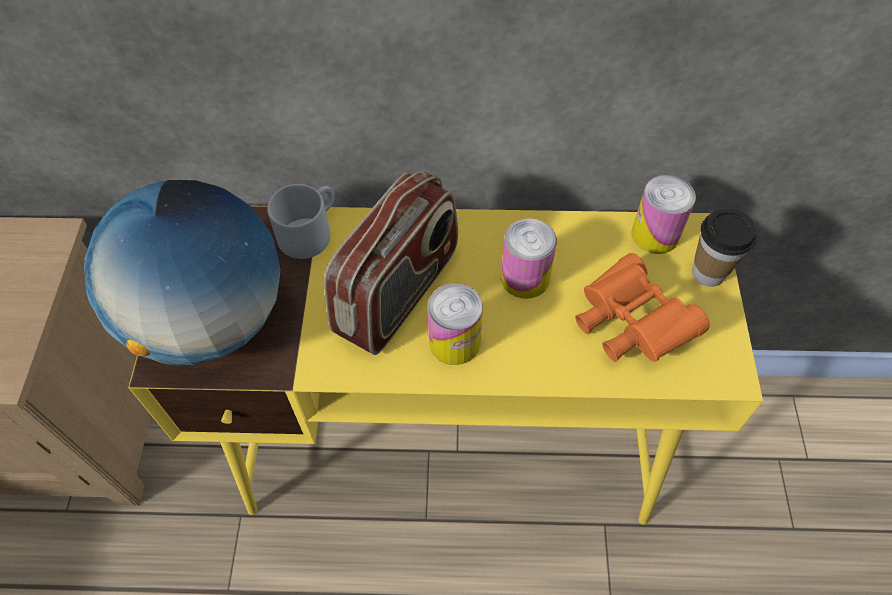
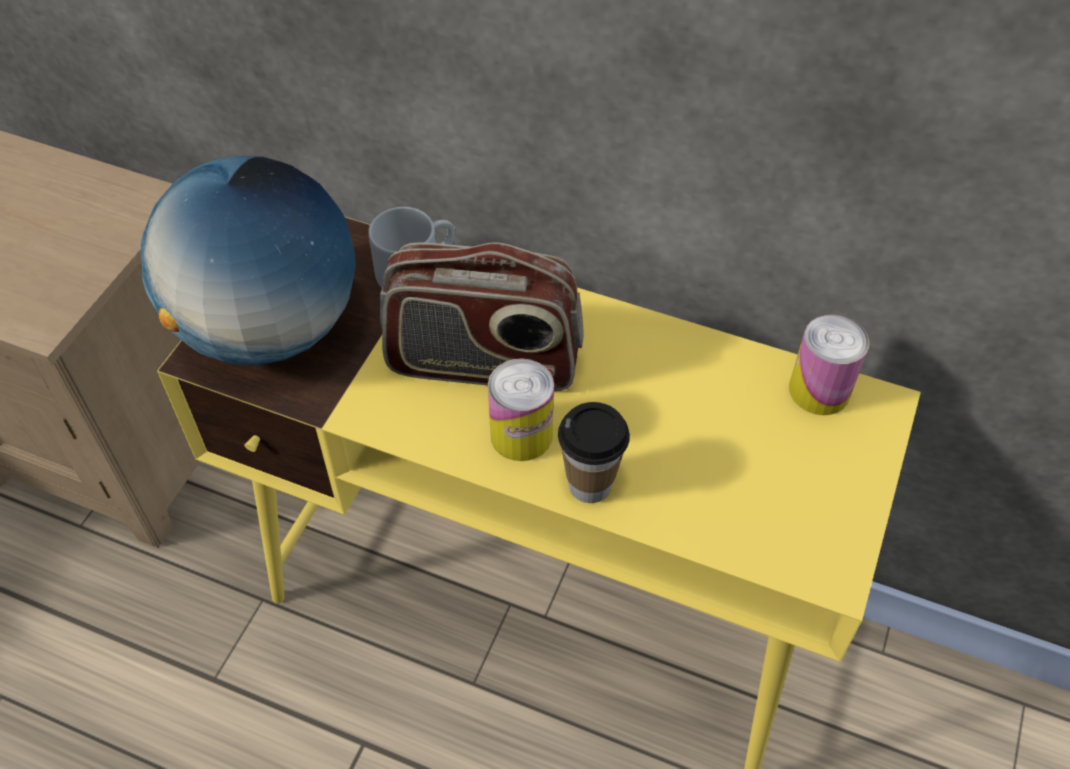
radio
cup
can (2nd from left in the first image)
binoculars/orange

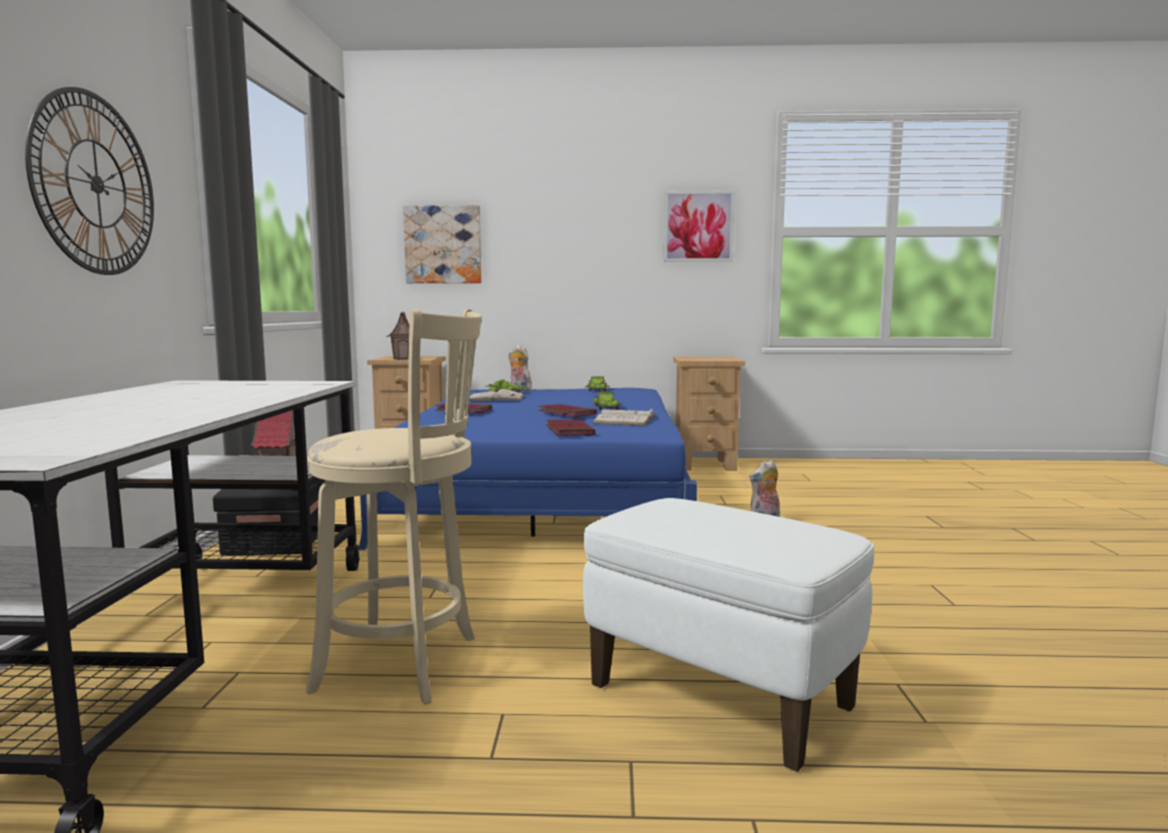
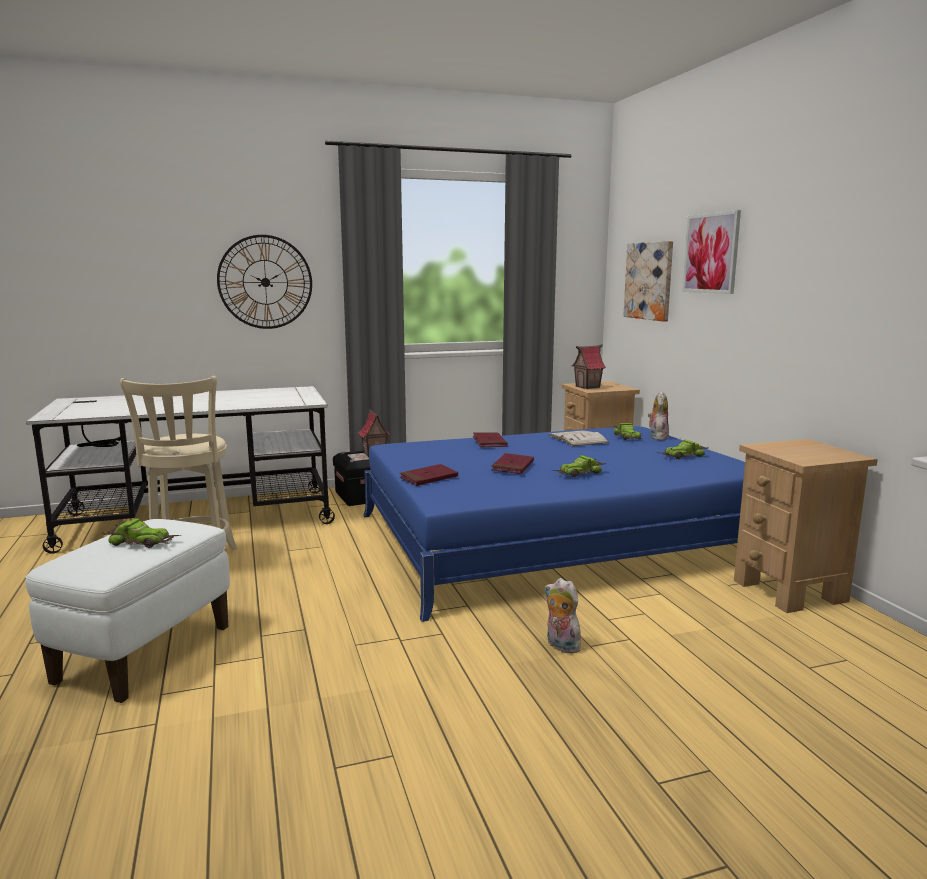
toy car (1st from left)
picture (2nd from left)
book/white (2nd from left in the first image)

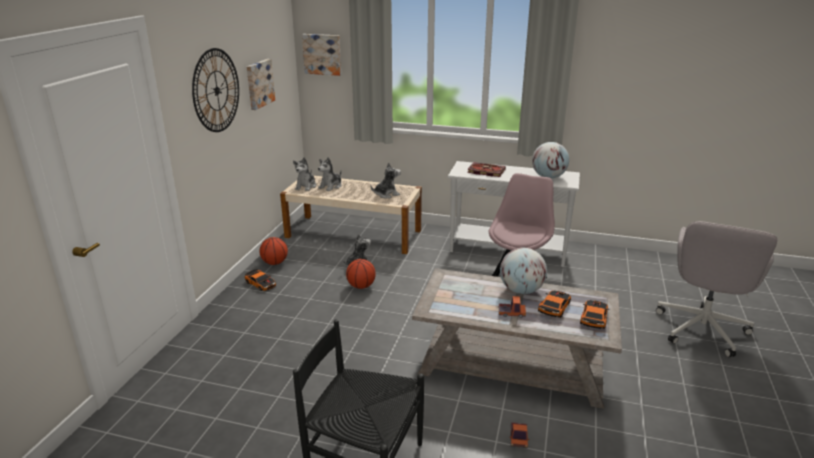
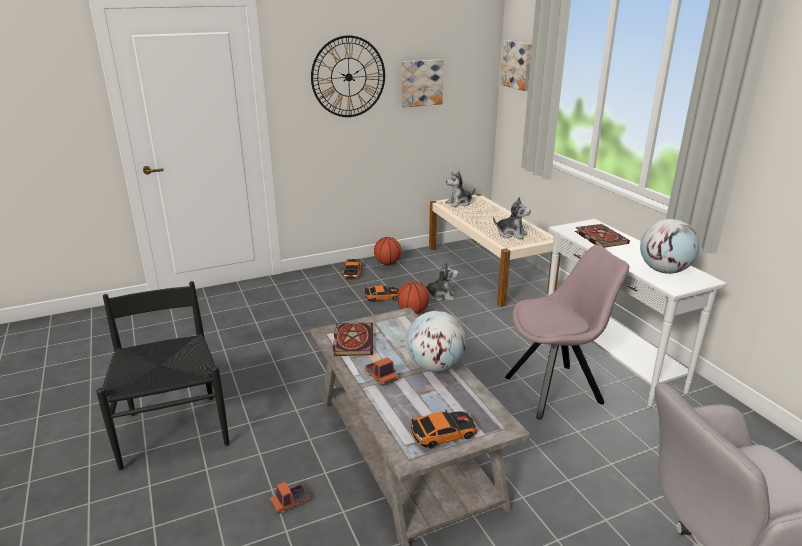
book (1st from left)
toy car (2nd from left)
plush toy (2nd from left in the first image)

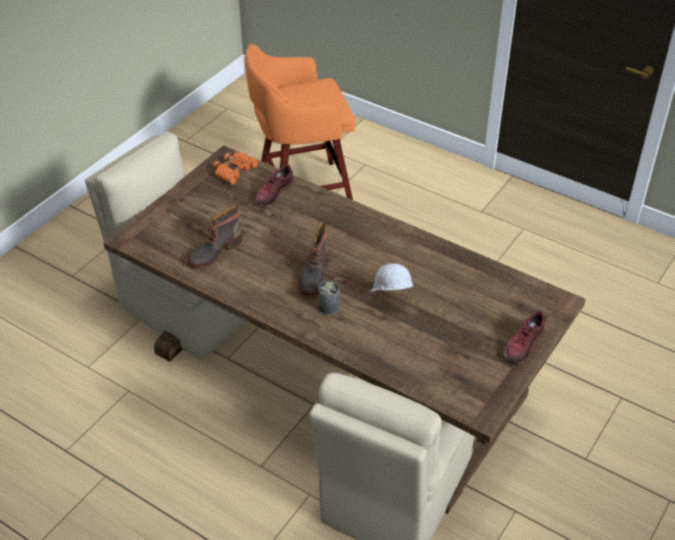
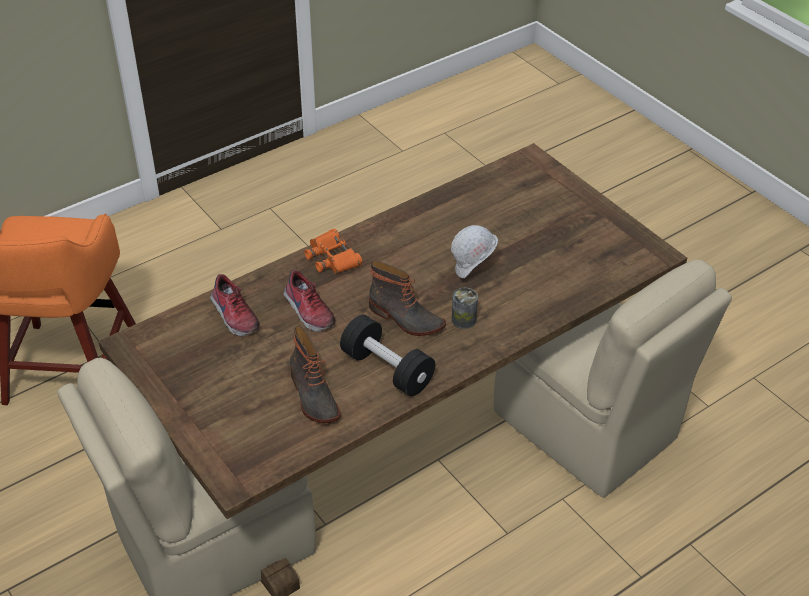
shoe (2nd from left)
binoculars/orange
dumbbell/black

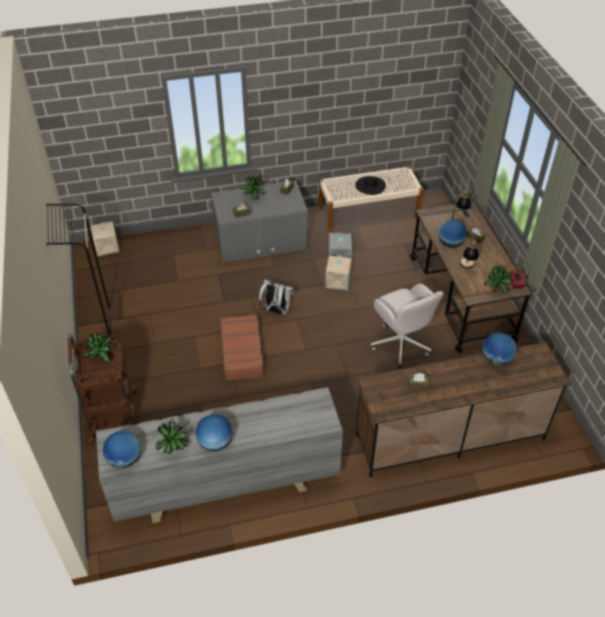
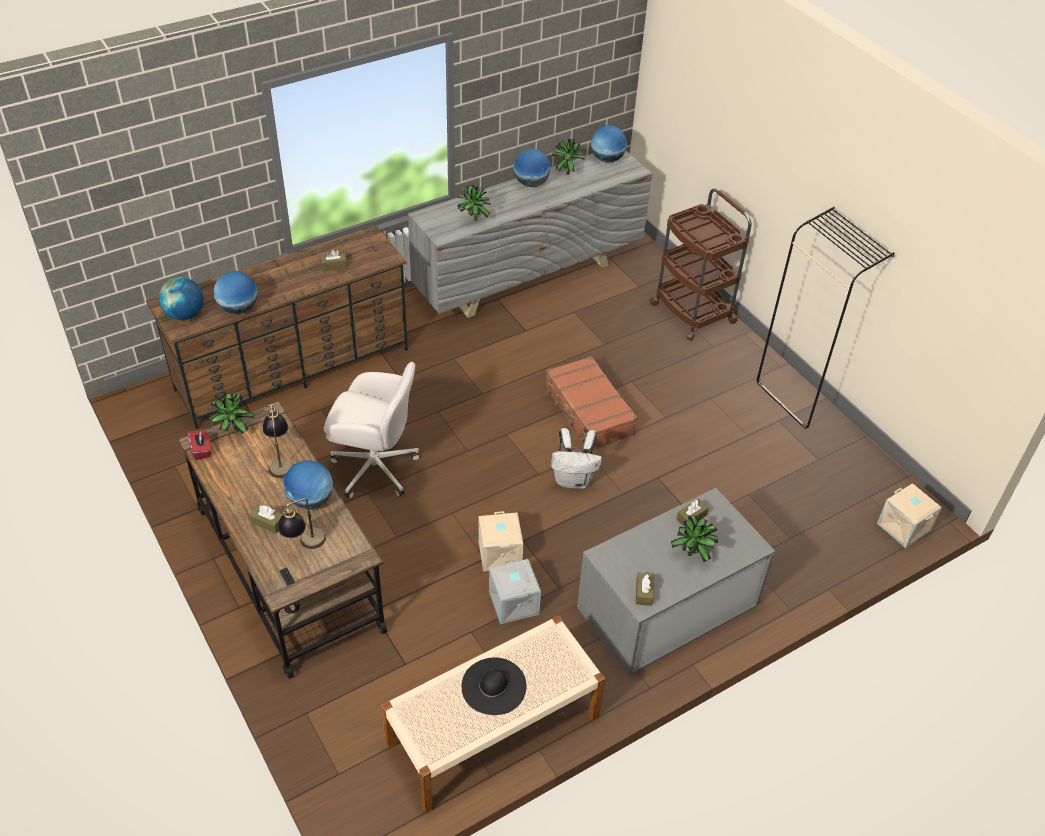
globe (1st from left)
office chair/white
potted plant (2nd from left)

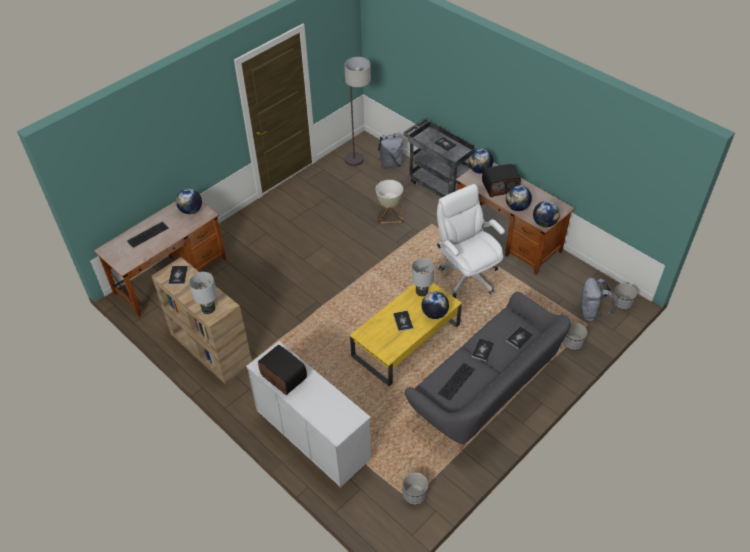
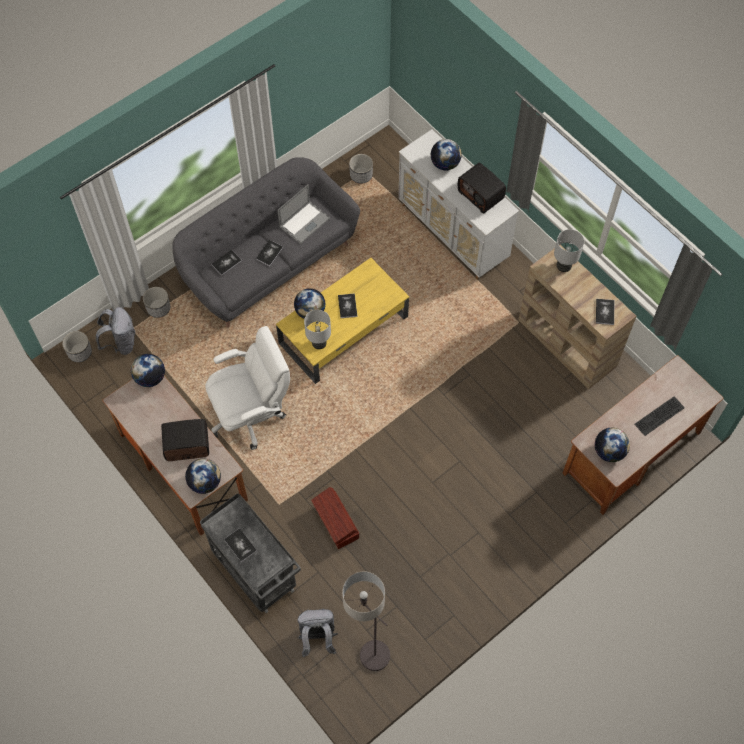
office chair/white
laptop
storage box/brown
globe (4th from left)

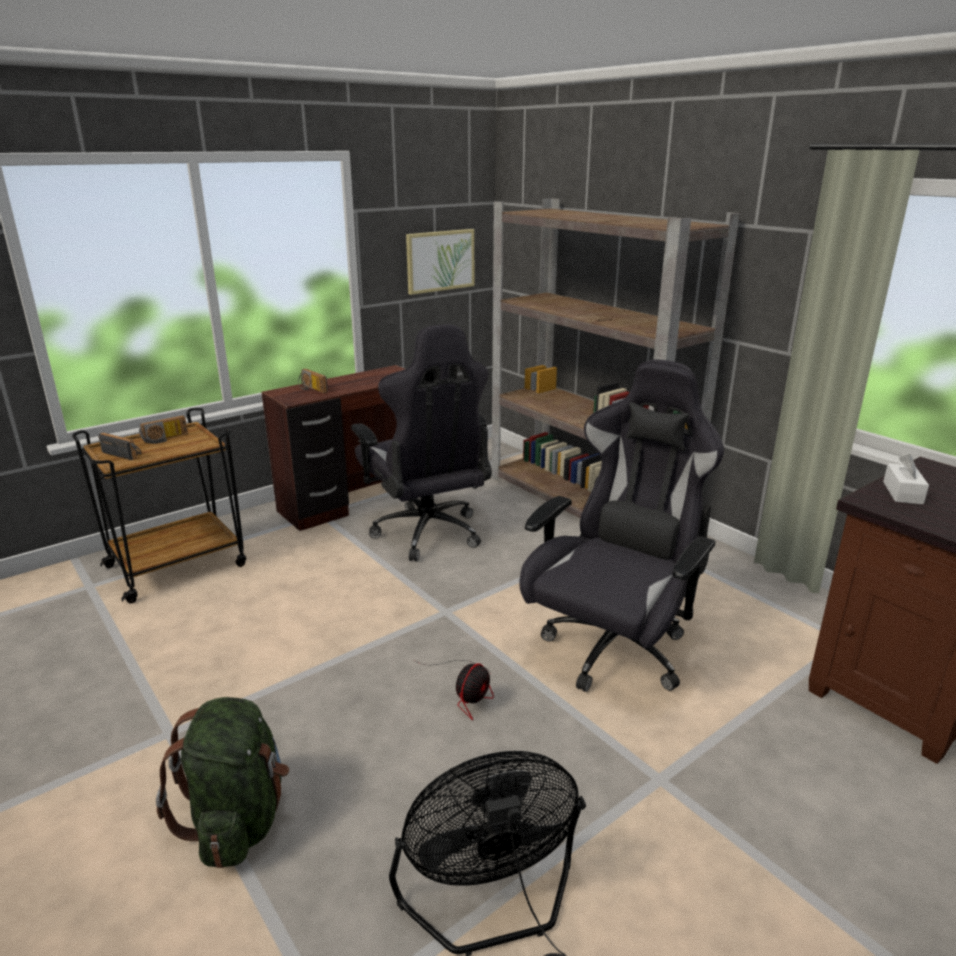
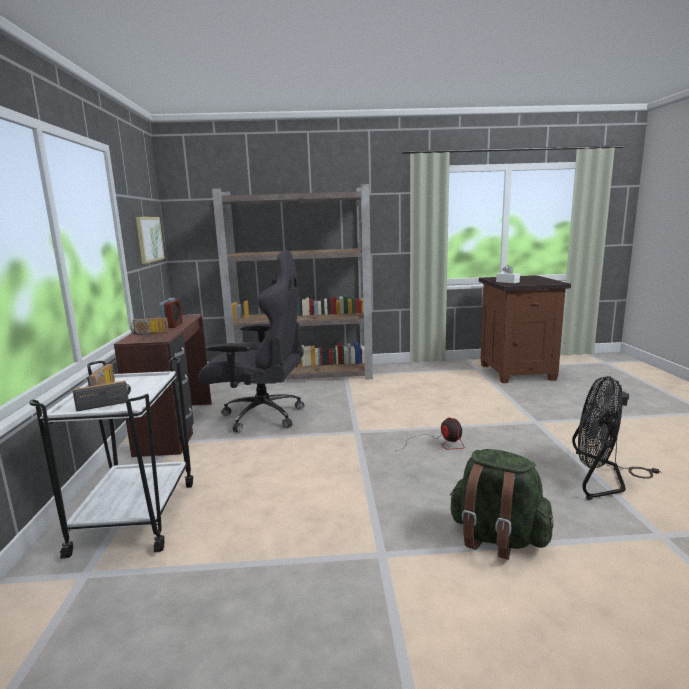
cart/white
alarm clock
office chair/black (2nd from left in the first image)

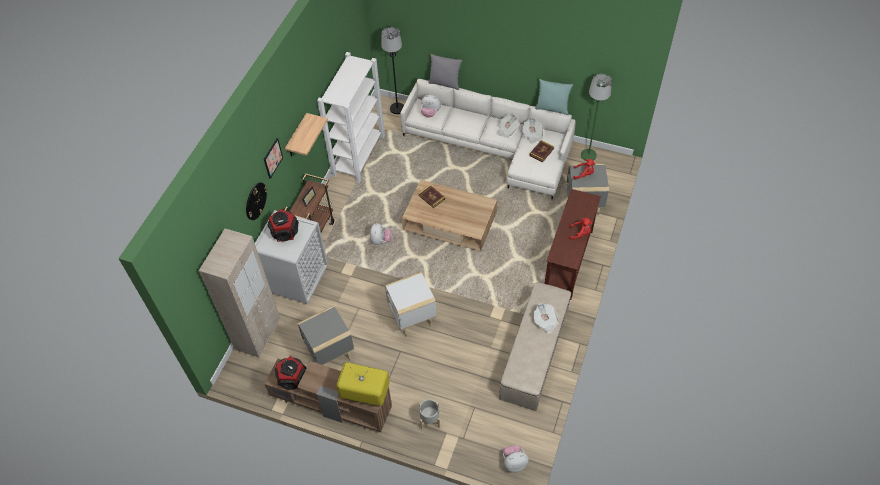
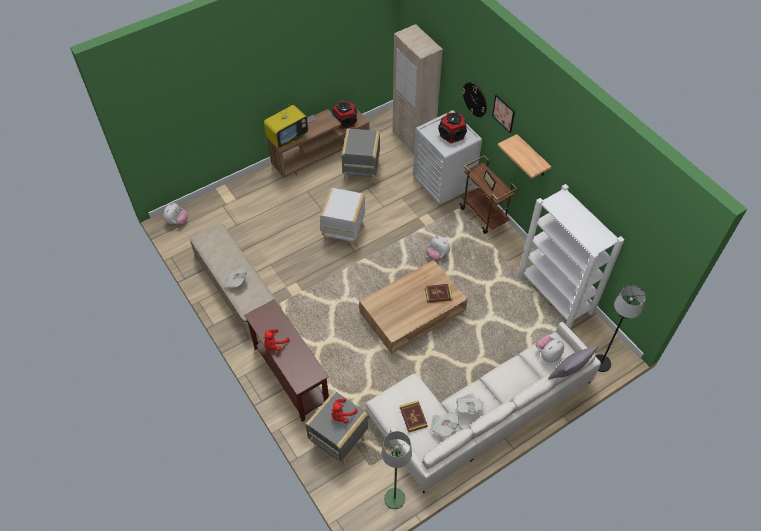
planter/grey
pillow/turquoise

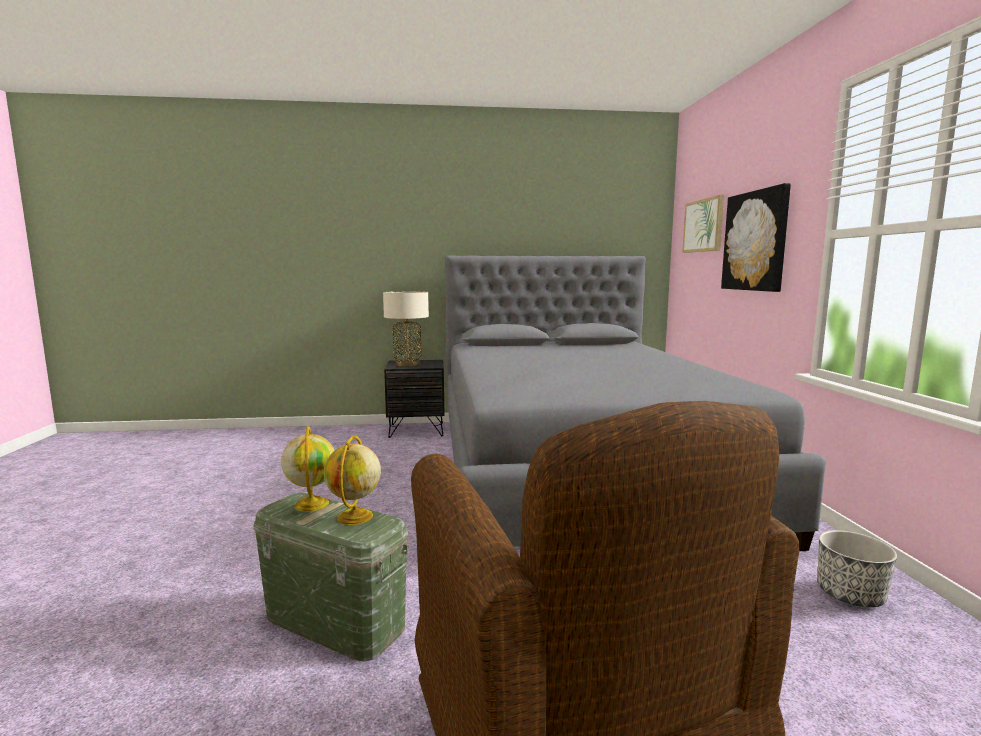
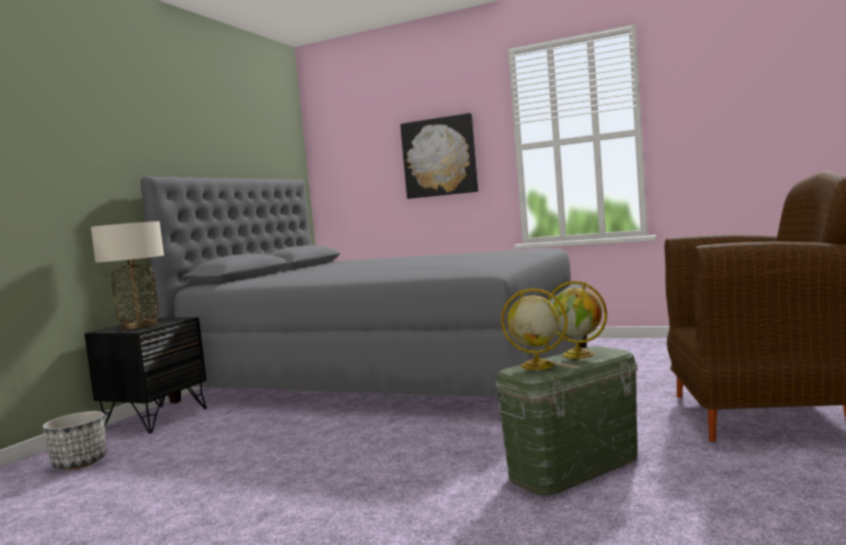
planter
picture (1st from left in the first image)

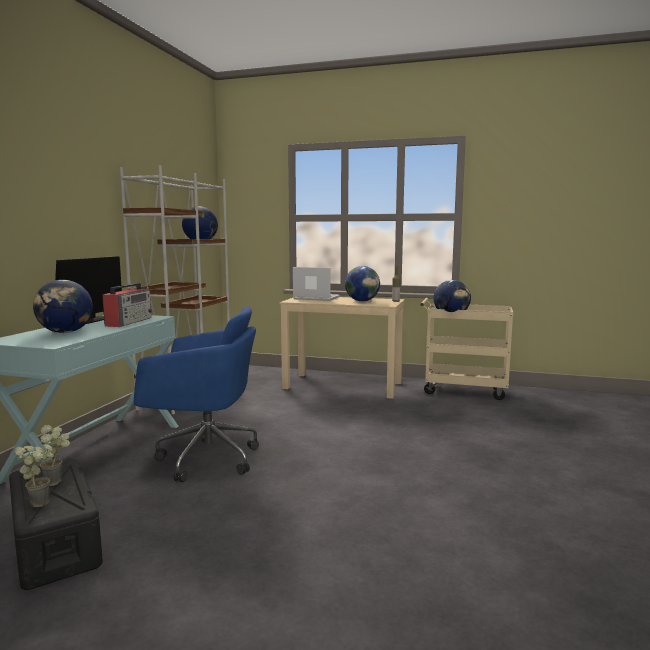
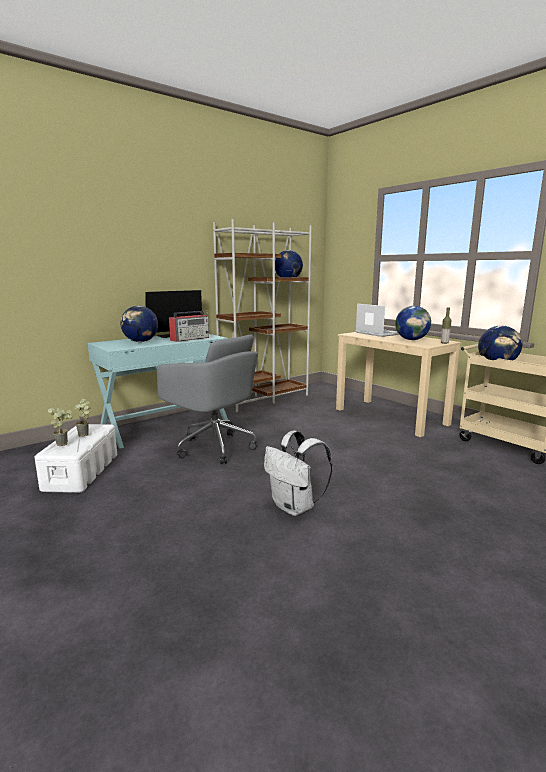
storage box/white
office chair/grey
backpack/white

